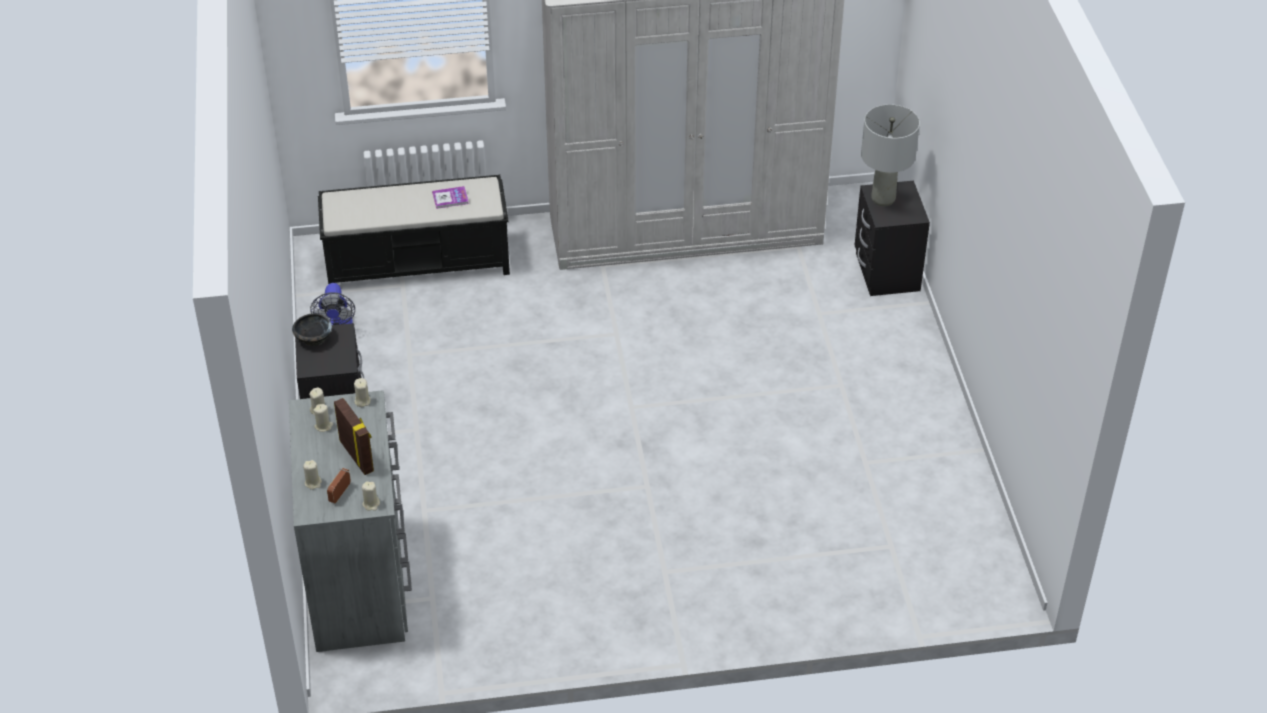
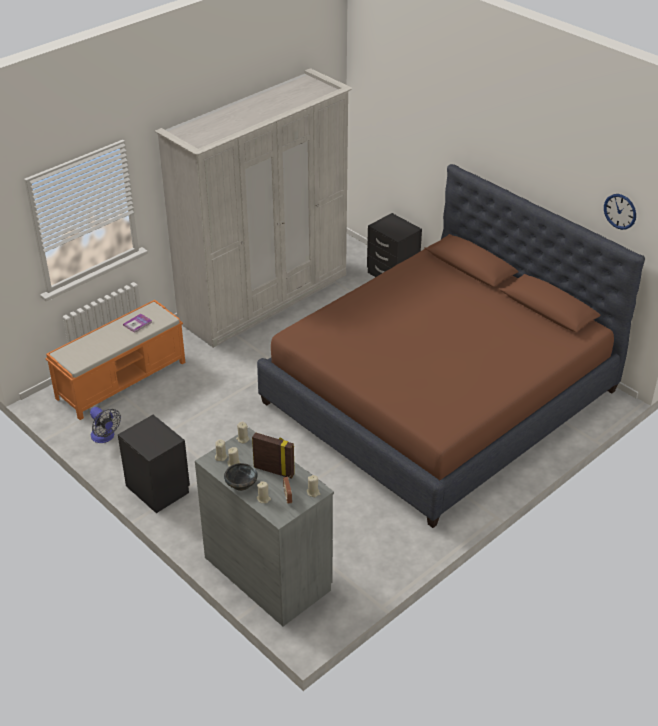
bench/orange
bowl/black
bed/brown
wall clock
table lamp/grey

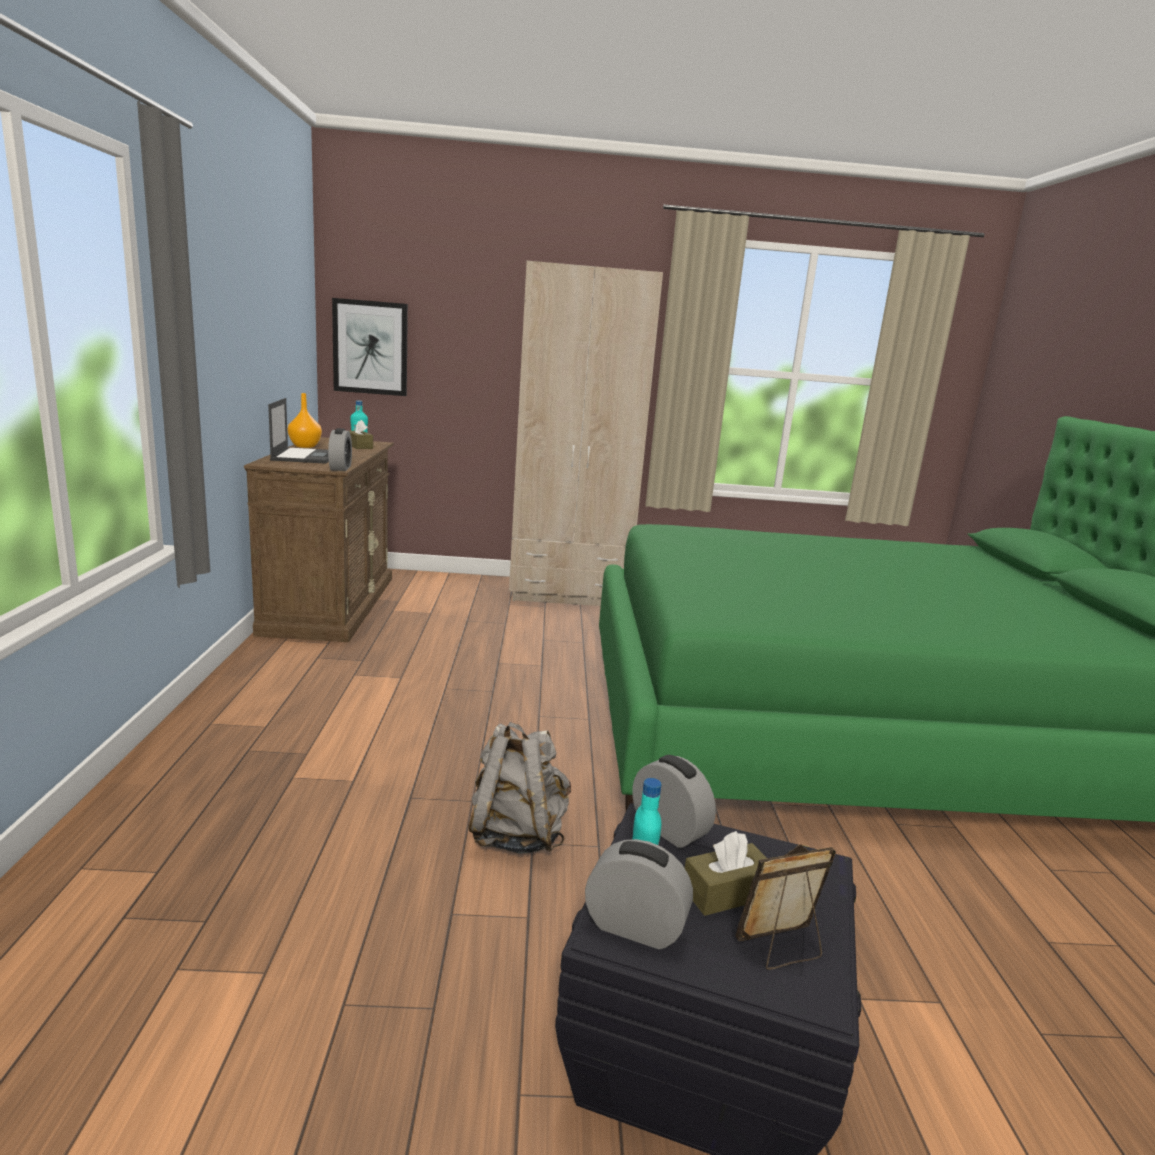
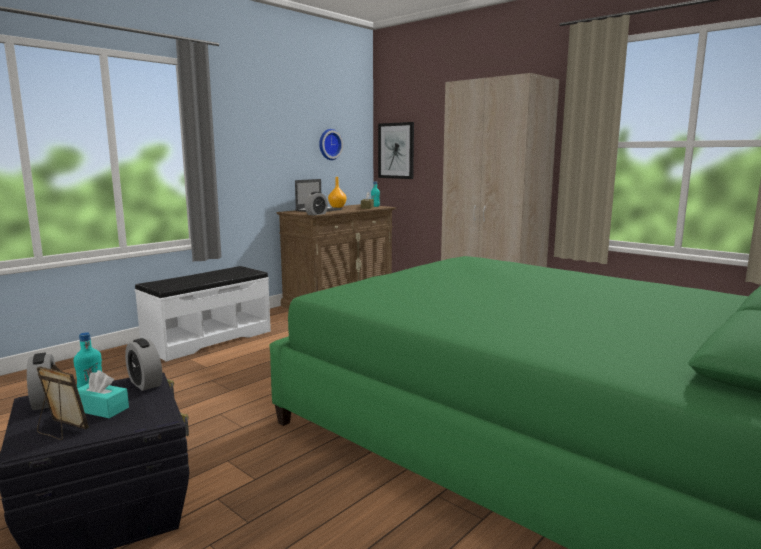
tissue box/turquoise
alarm clock (2nd from left)
bench/white
wall clock
backpack/grey

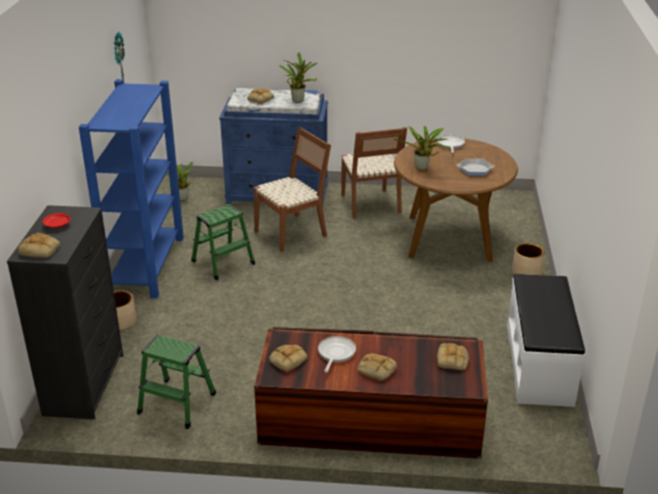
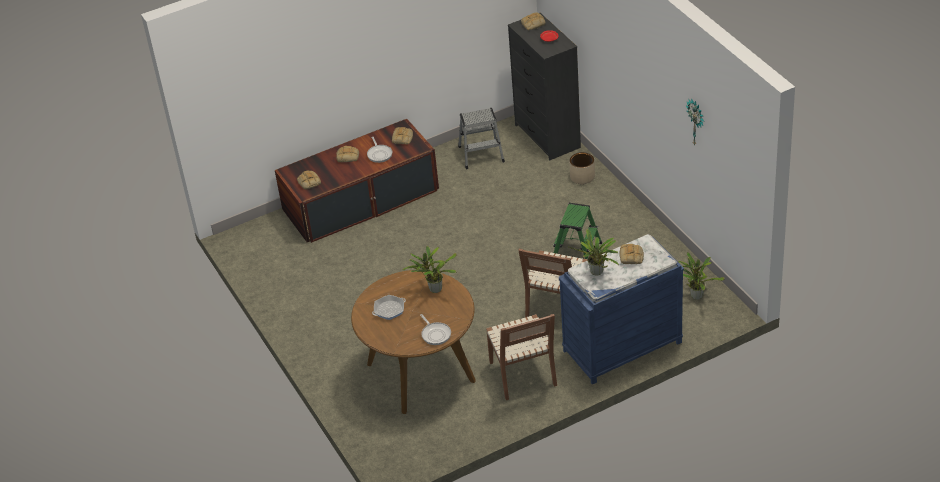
step ladder/grey
chair (1st from left)
bookcase/blue
bench/white
planter/beige (2nd from left in the first image)

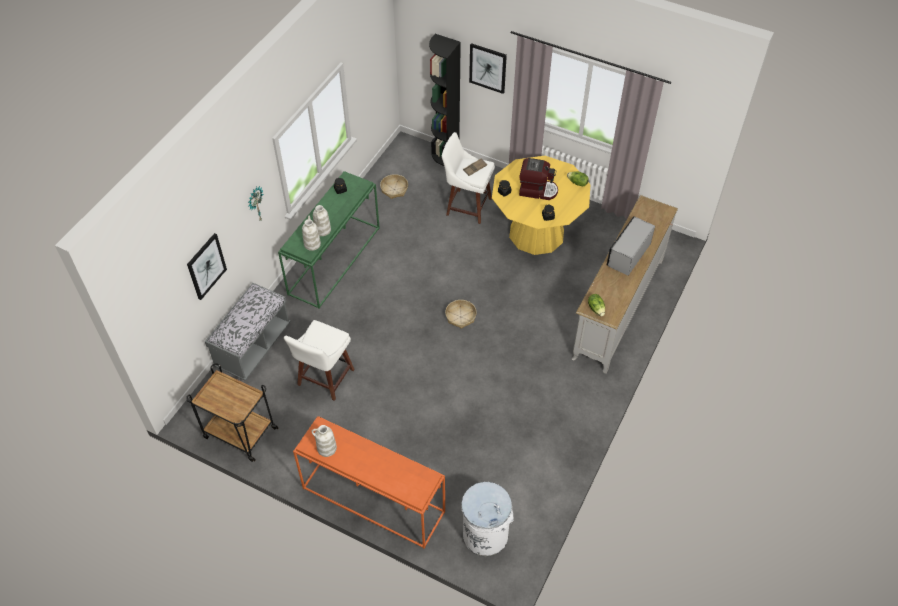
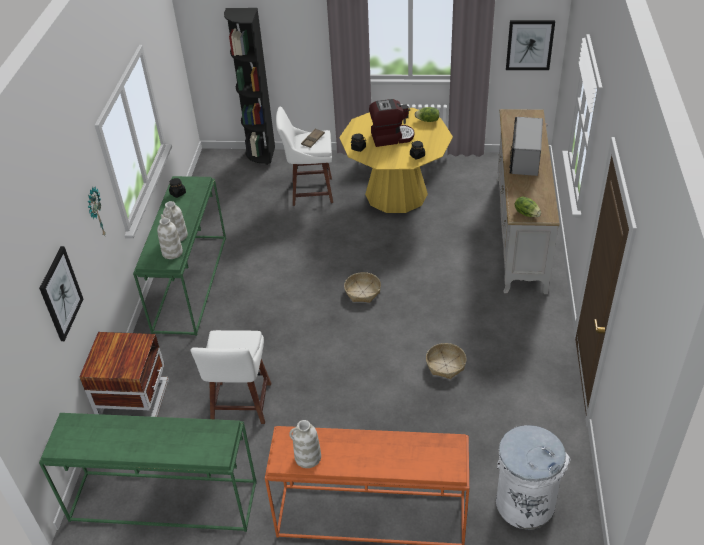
console table/green (1st from left)
nightstand
basket (2nd from left)
picture (2nd from left)

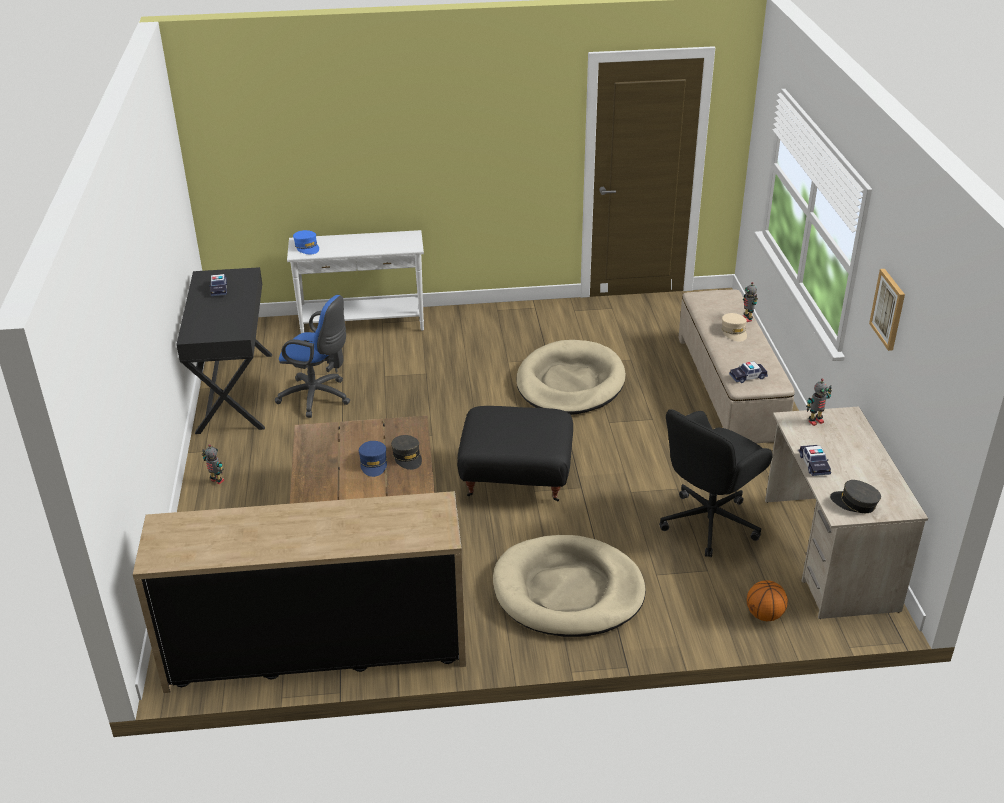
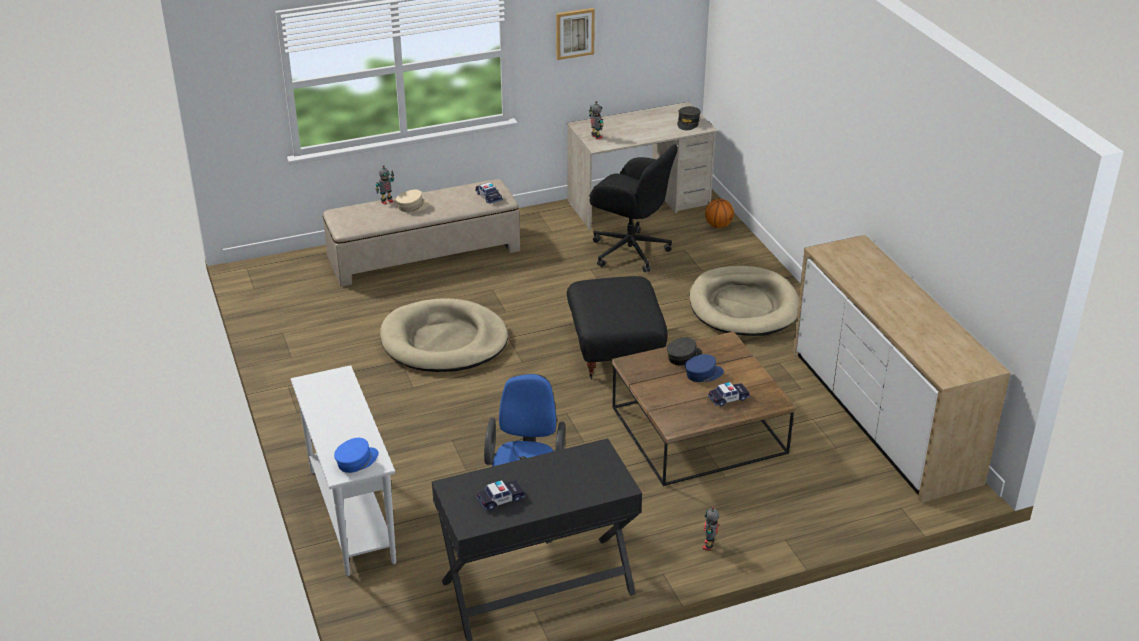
toy car (3rd from left)

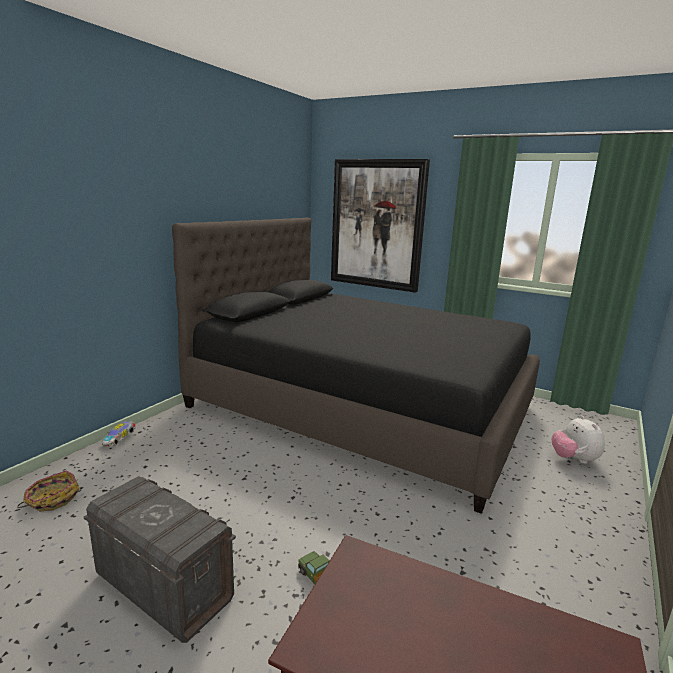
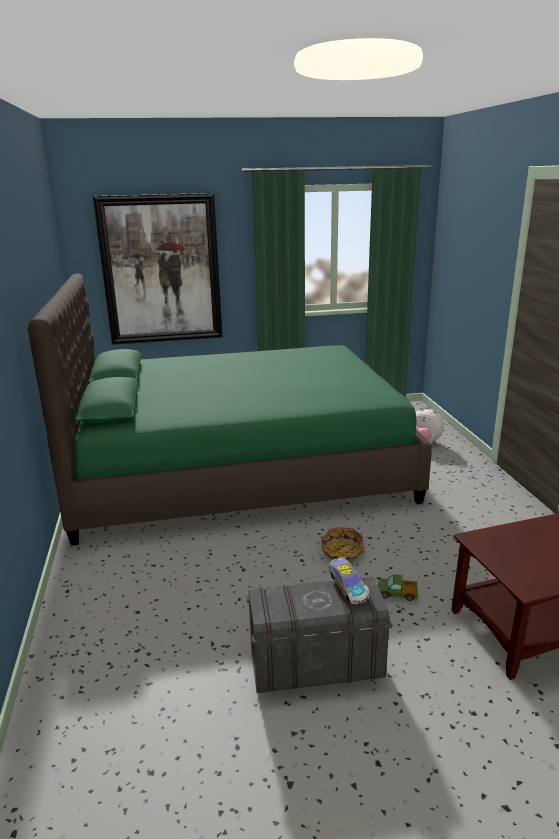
bed/green
basket
toy car

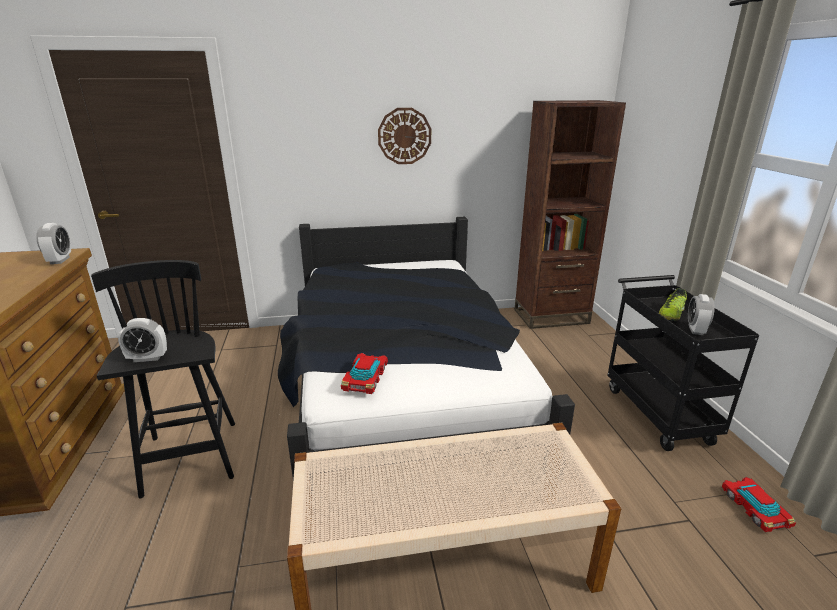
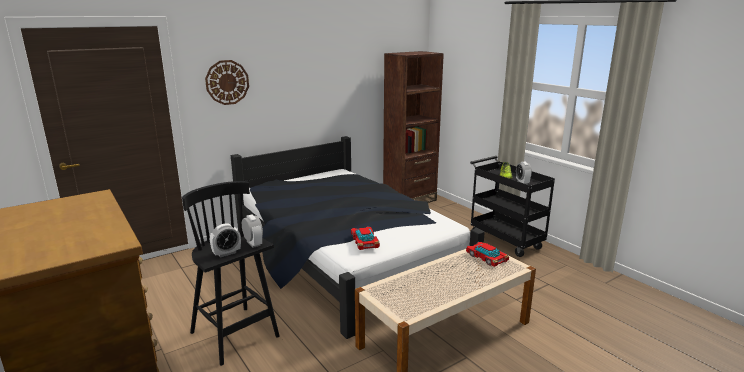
wall clock
alarm clock (2nd from left)
toy car (2nd from left)

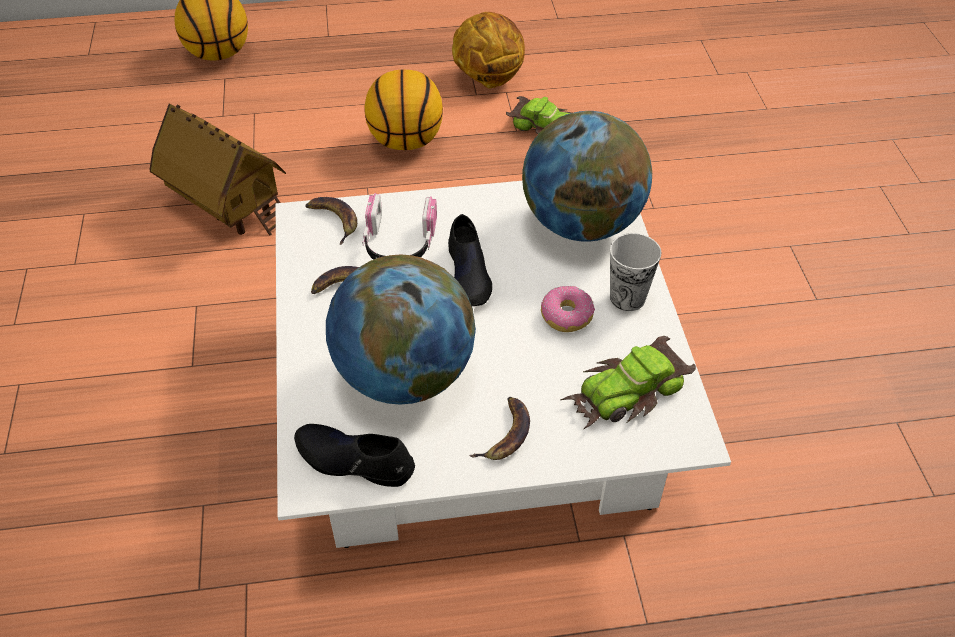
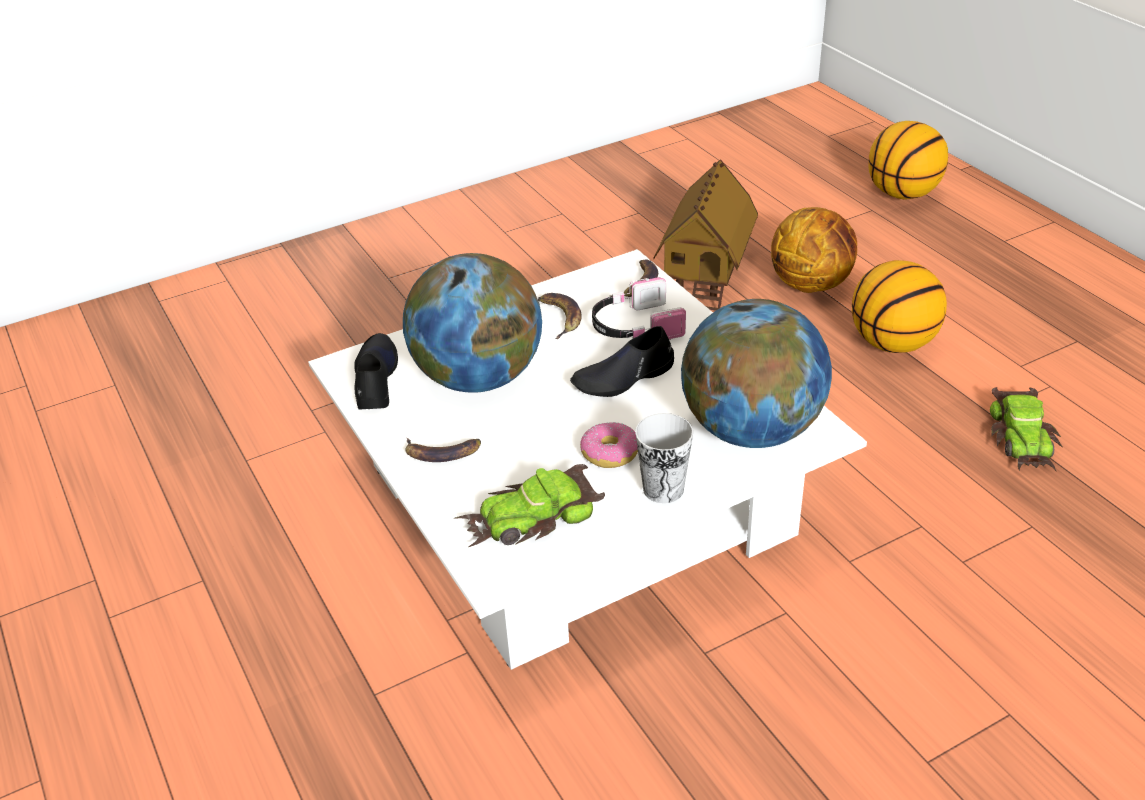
toy car (1st from left)
basketball (1st from left)

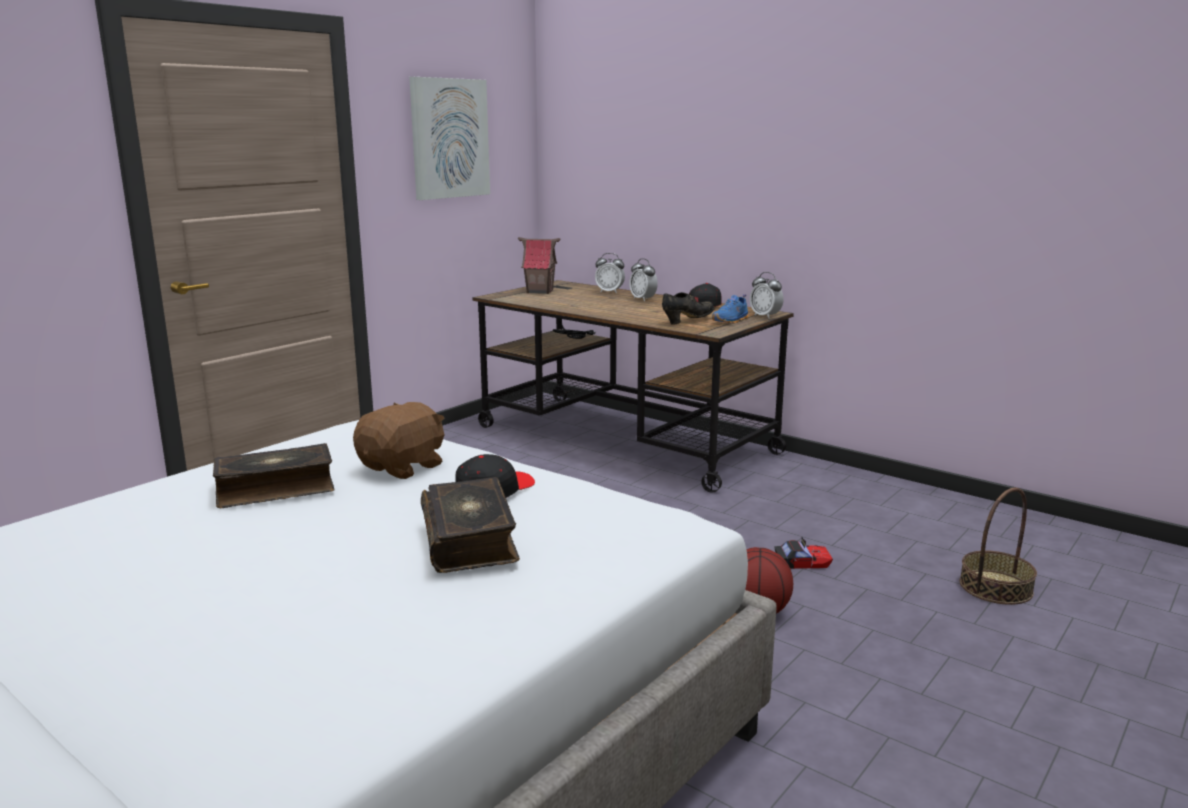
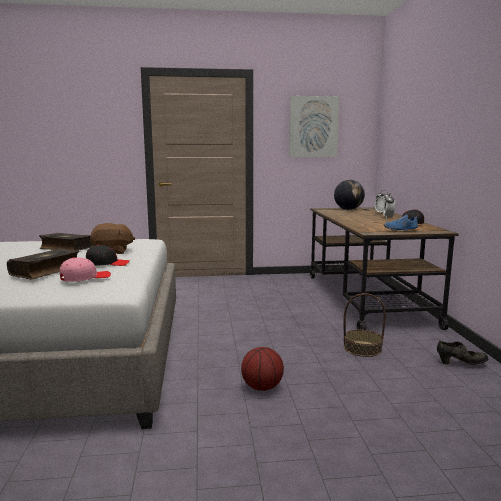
cap/pink
globe
basket
shoe/black
alarm clock (3rd from left in the first image)
toy car

